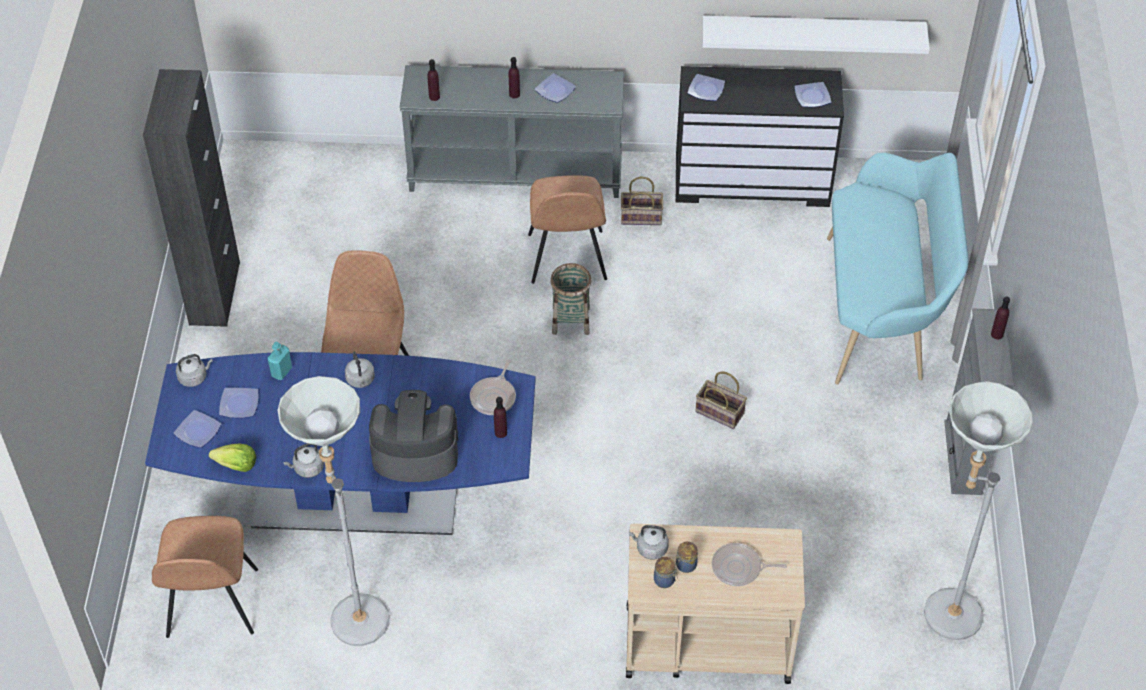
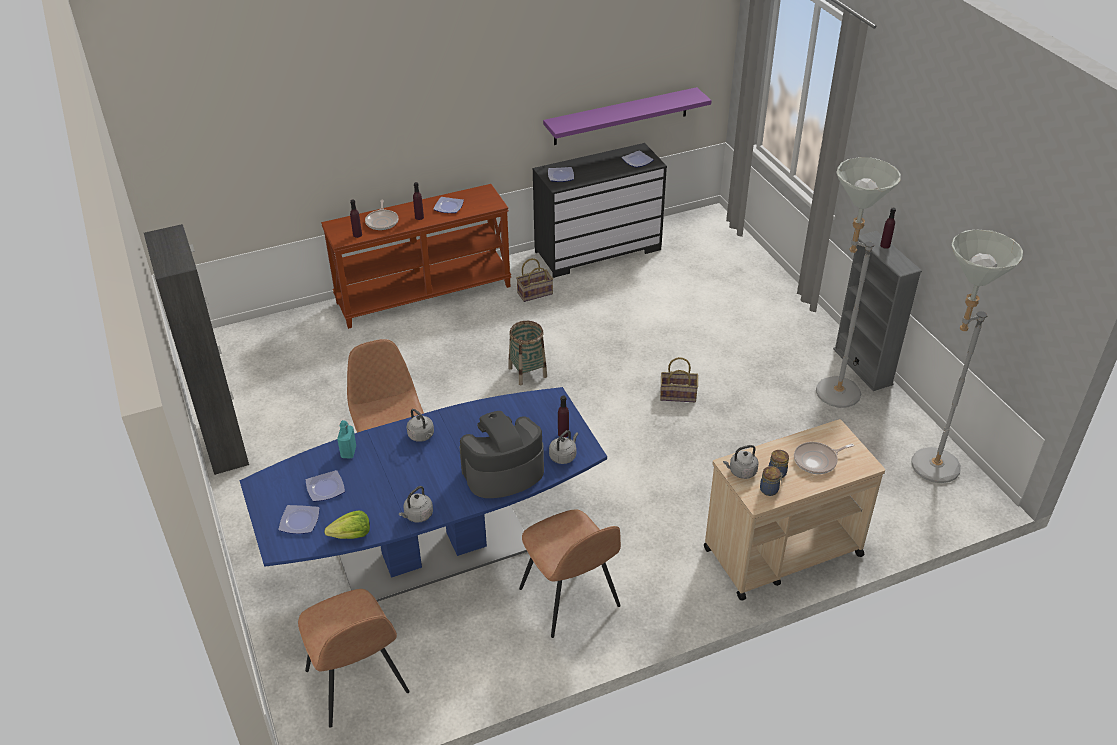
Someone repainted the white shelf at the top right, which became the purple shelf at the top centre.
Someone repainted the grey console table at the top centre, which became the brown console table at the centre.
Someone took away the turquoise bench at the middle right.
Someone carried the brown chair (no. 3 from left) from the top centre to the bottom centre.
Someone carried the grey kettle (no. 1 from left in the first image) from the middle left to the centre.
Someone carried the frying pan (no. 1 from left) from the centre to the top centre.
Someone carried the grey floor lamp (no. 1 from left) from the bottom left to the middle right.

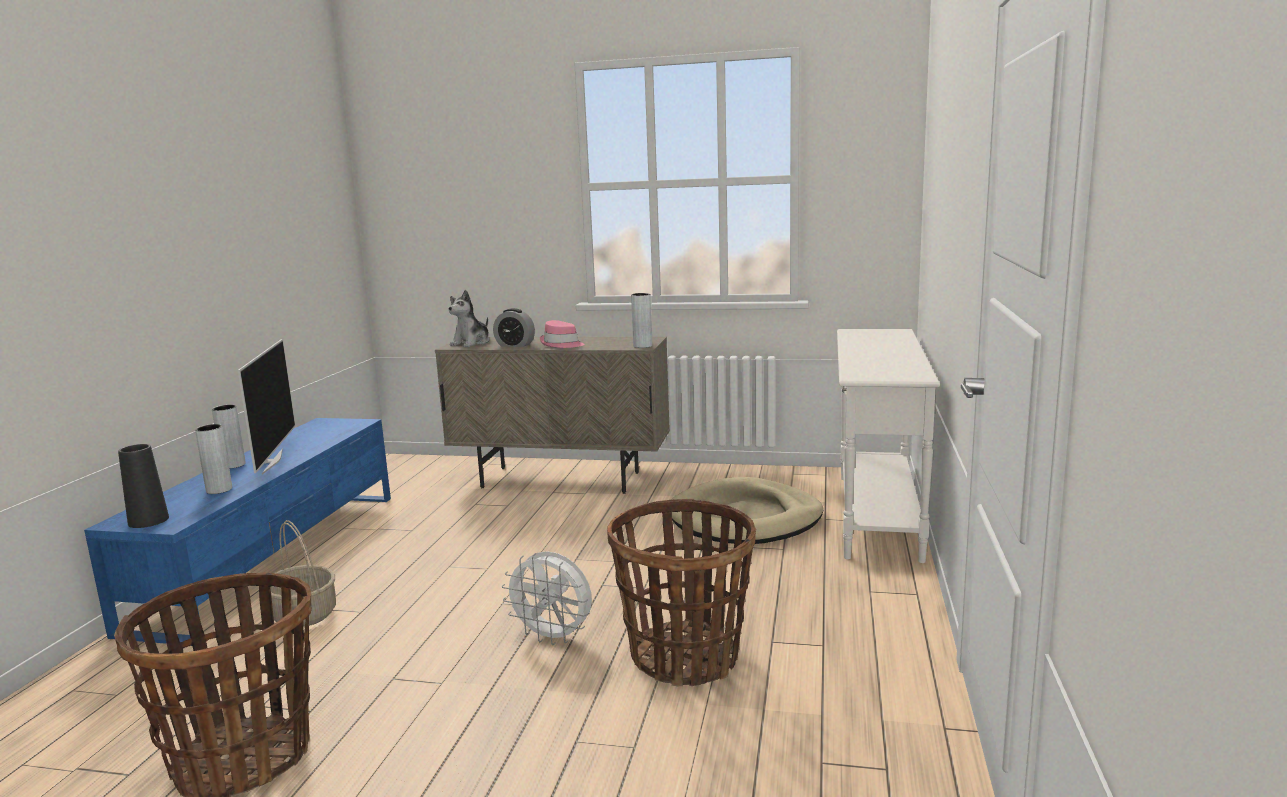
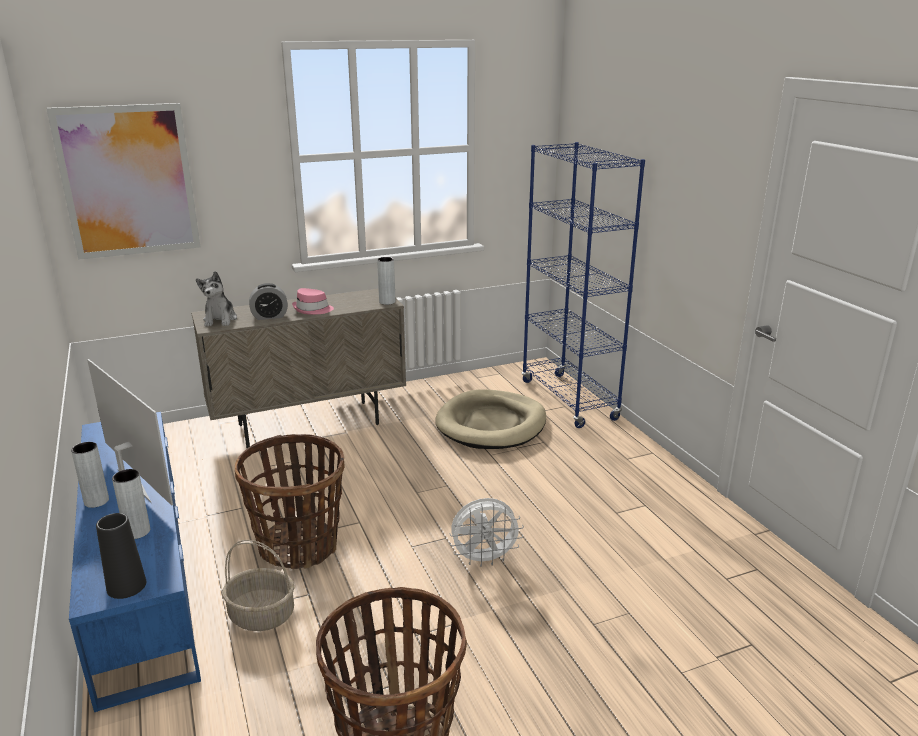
Someone swapped the white console table at the middle right for the blue bookcase at the centre.
Someone carried the basket (no. 3 from left in the first image) from the bottom centre to the bottom left.
Someone put up the picture at the top left.

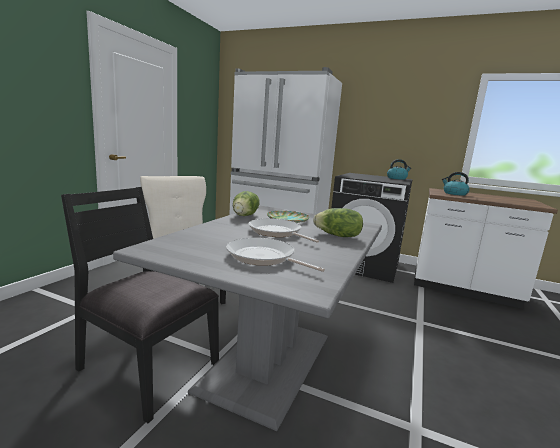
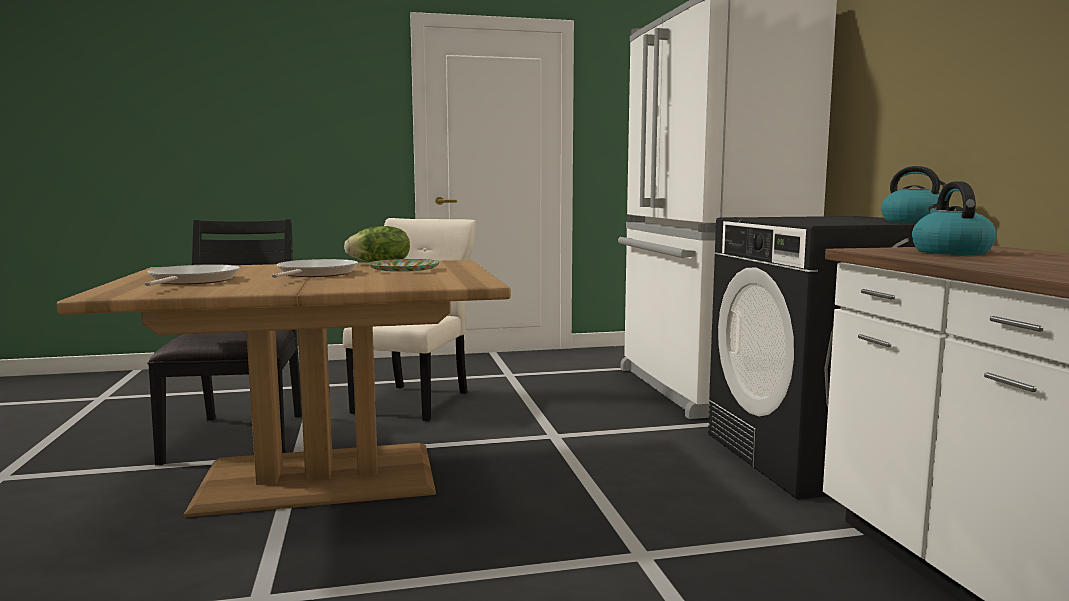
Someone repainted the grey dining table at the bottom centre, which became the brown dining table at the middle left.
Someone took away the lettuce (no. 2 from left) at the centre.

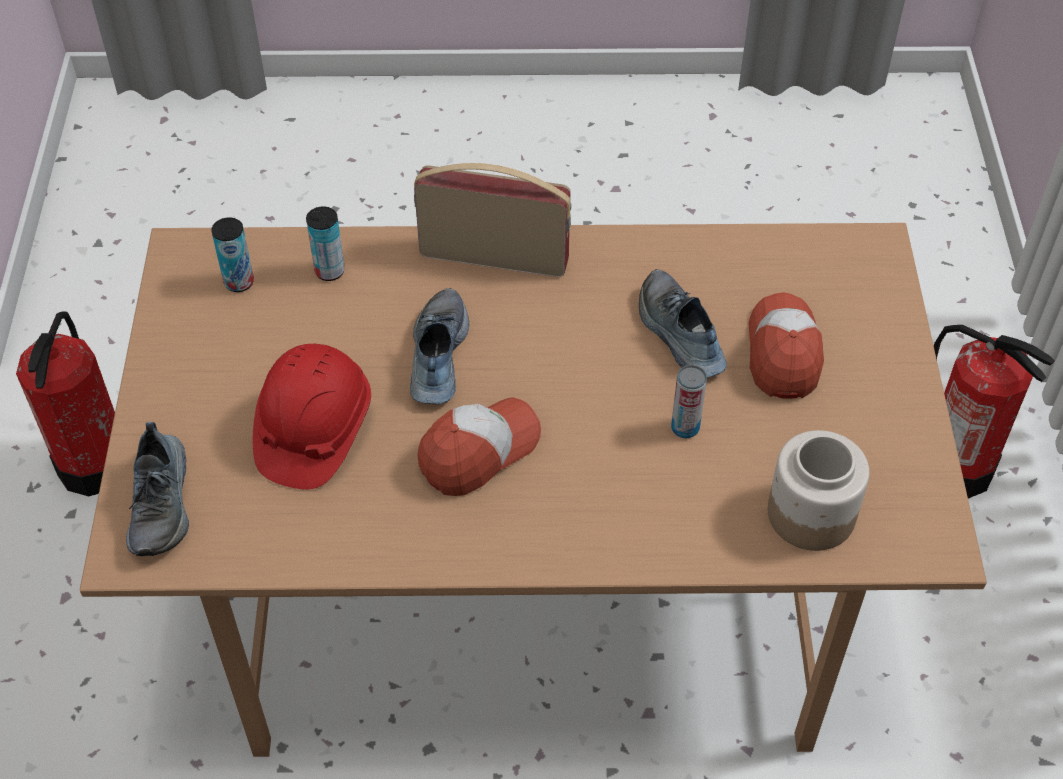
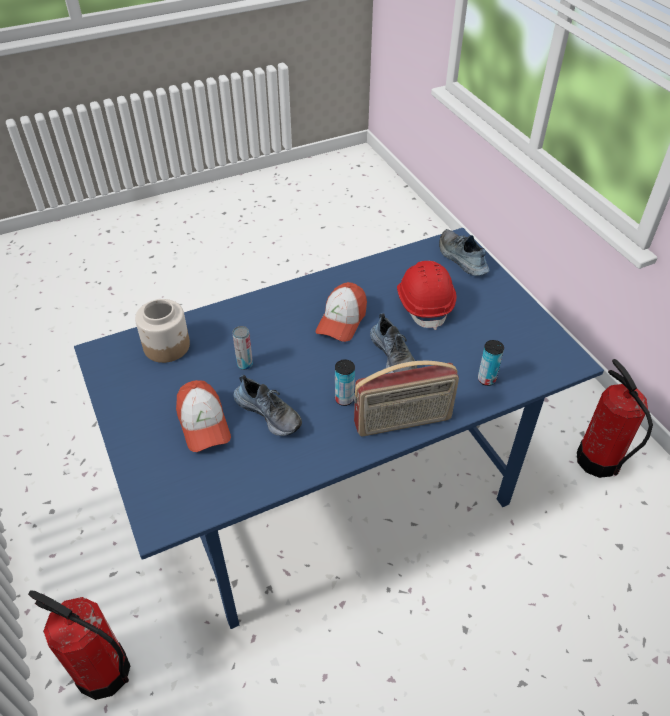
Someone carried the can (no. 1 from left in the first image) from the top left to the centre.
Someone repainted the brown dining table at the centre, which became the blue dining table at the centre.

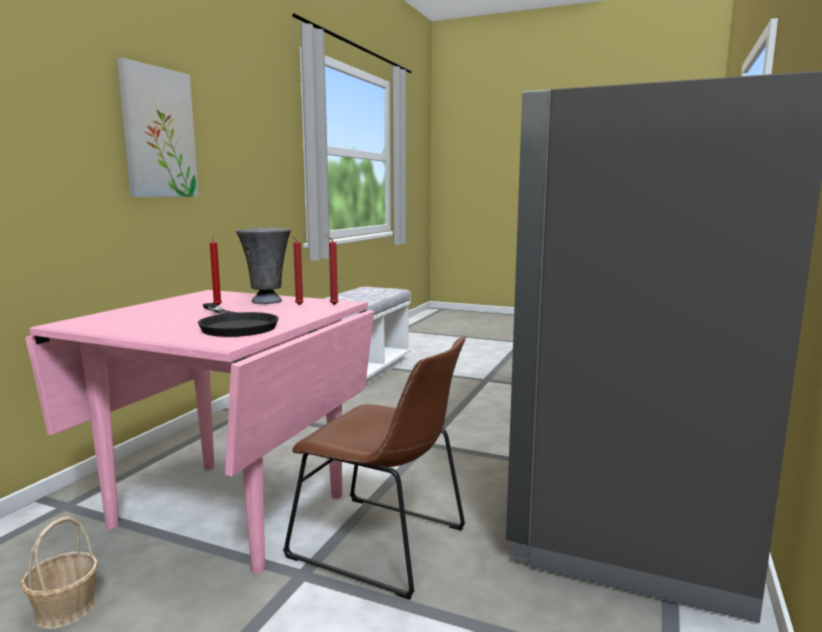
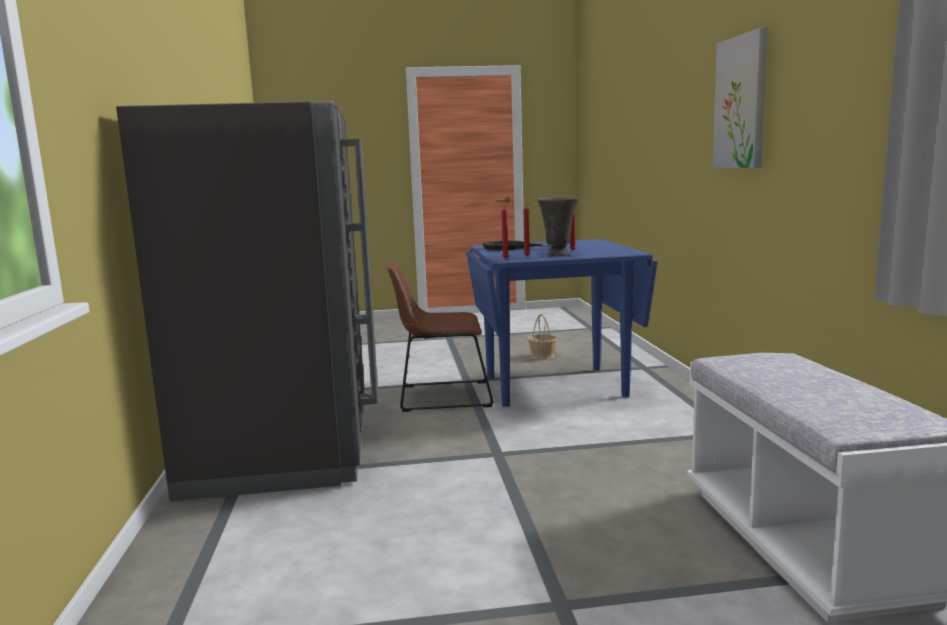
Someone repainted the pink dining table at the bottom left, which became the blue dining table at the centre.

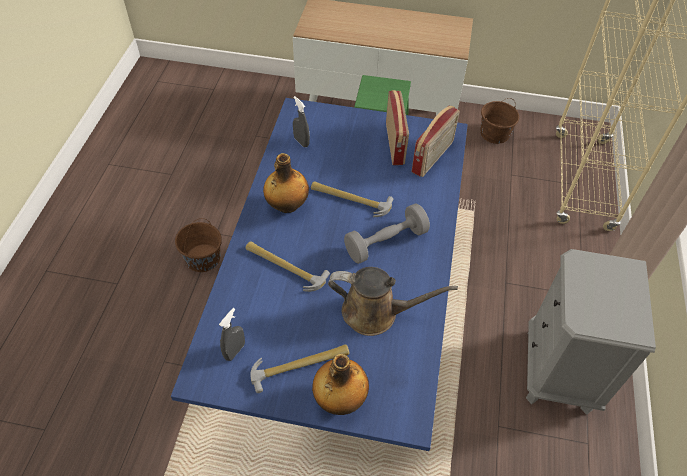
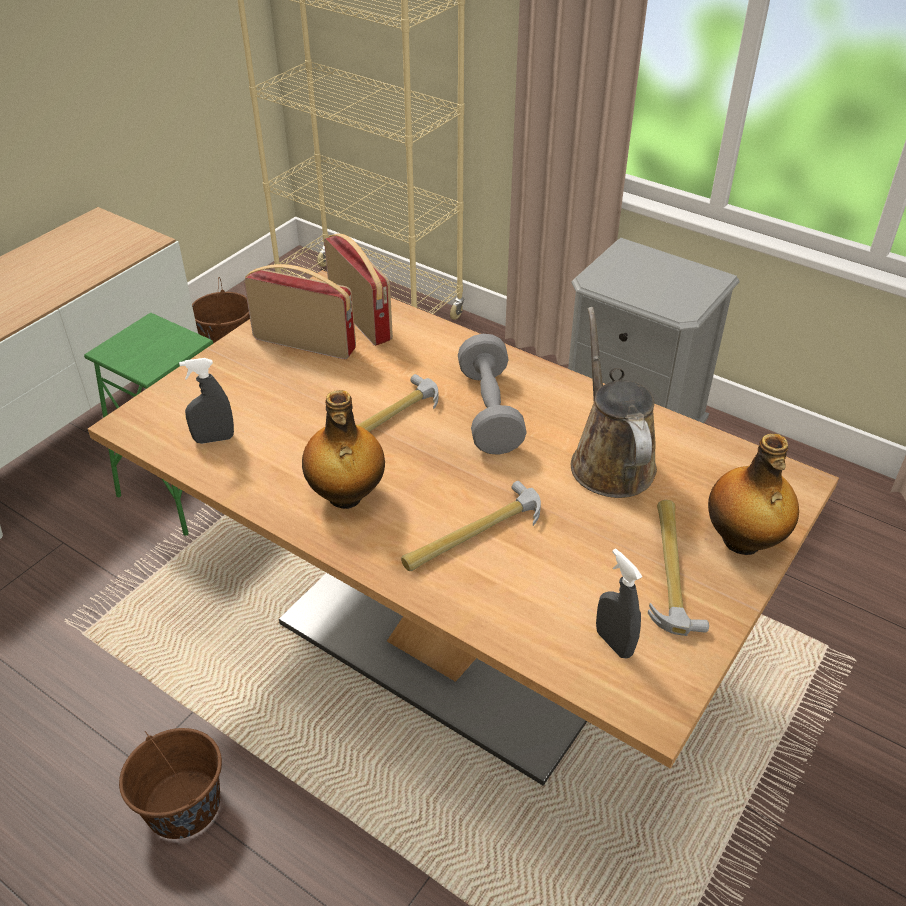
Someone repainted the blue dining table at the centre, which became the brown dining table at the centre.
Someone rotated the brown watering can at the centre by 45 degrees counterclockwise.

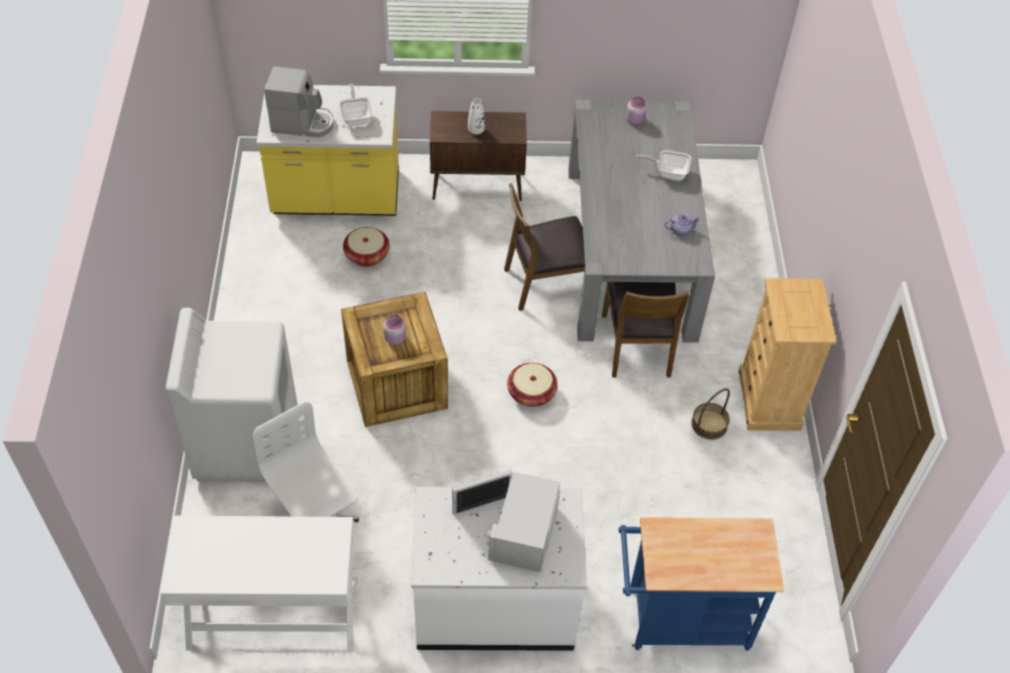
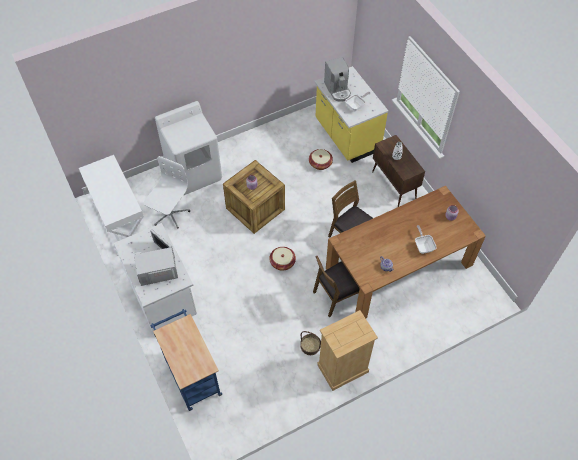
Someone repainted the grey dining table at the top centre, which became the brown dining table at the middle right.

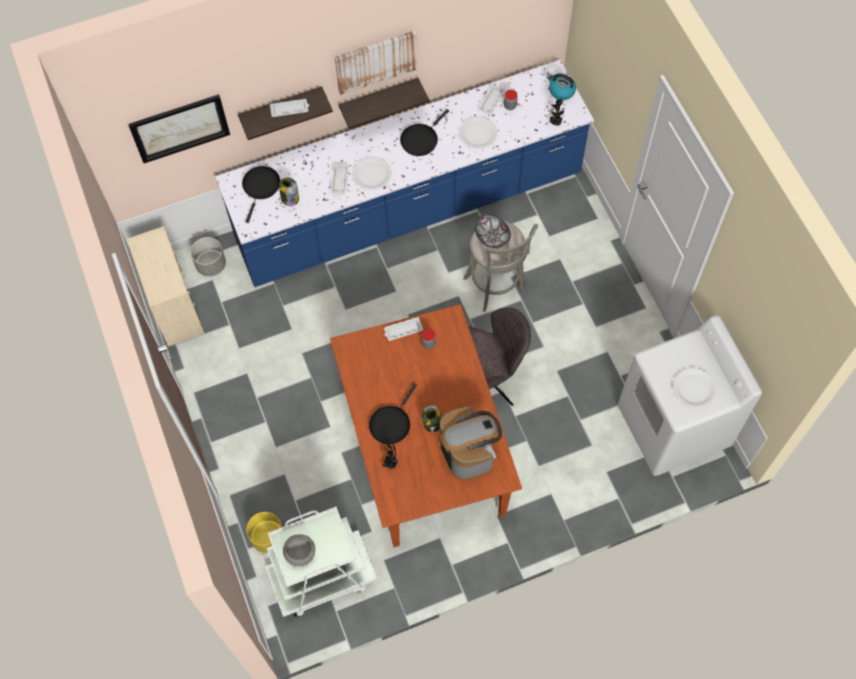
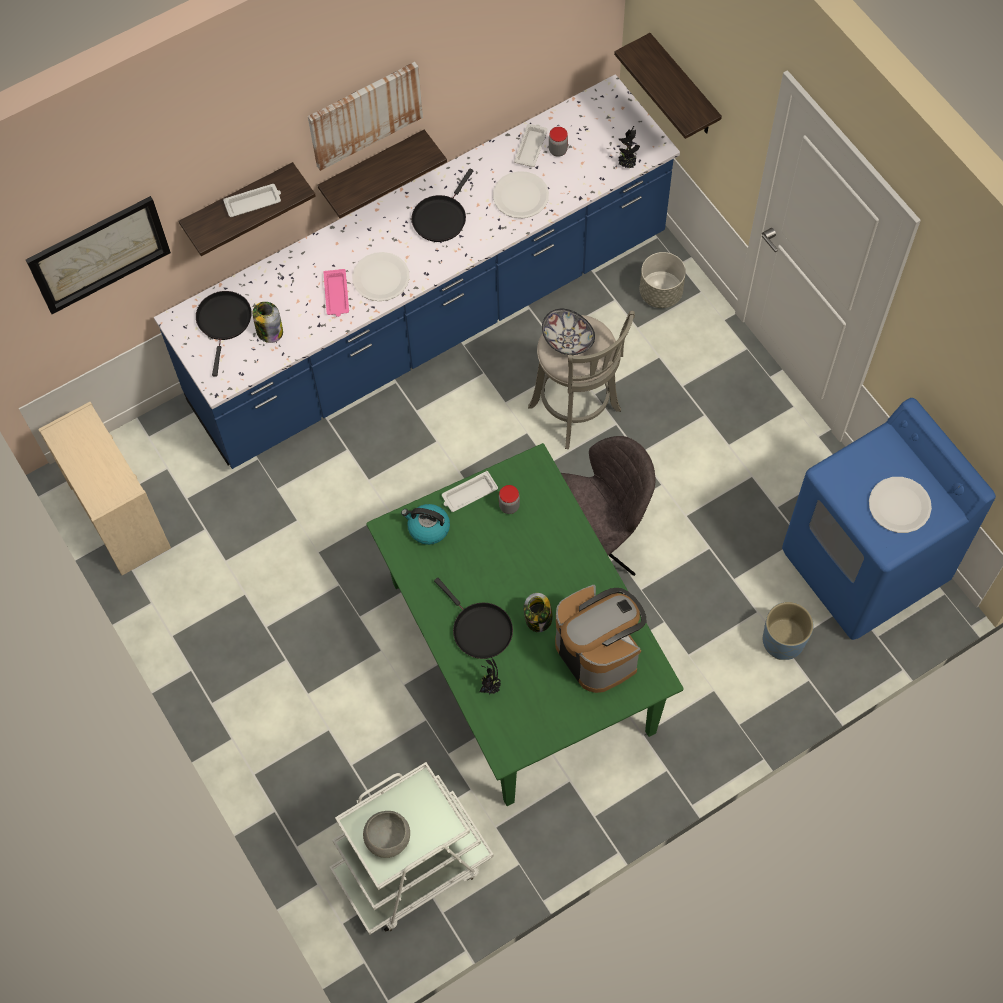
Someone carried the kettle from the top centre to the centre.
Someone repainted the white tray (no. 2 from left) at the top centre, which became the pink tray at the top centre.
Someone carried the grey planter from the middle left to the top centre.
Someone repainted the brown dining table at the centre, which became the green dining table at the centre.
Someone repainted the white washing machine at the middle right, which became the blue washing machine at the middle right.
Someone rotated the black frying pan (no. 2 from left in the first image) at the centre by 60 degrees counterclockwise.
Someone took away the yellow planter at the bottom left.
Someone put up the shelf (no. 3 from left) at the top centre.
Someone put down the blue planter at the middle right.

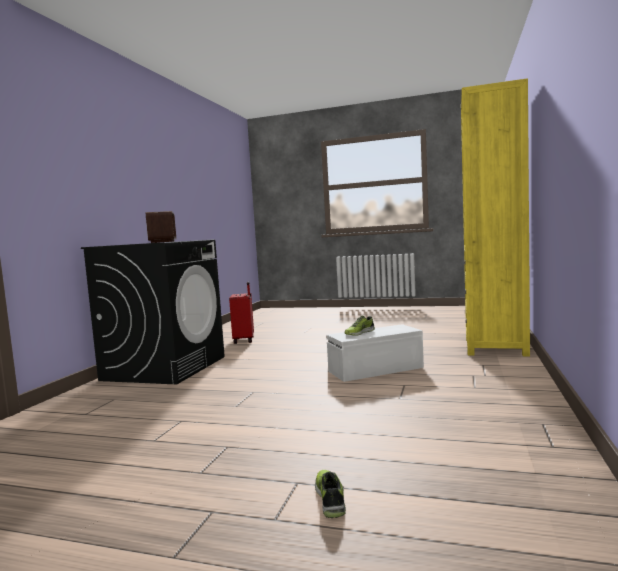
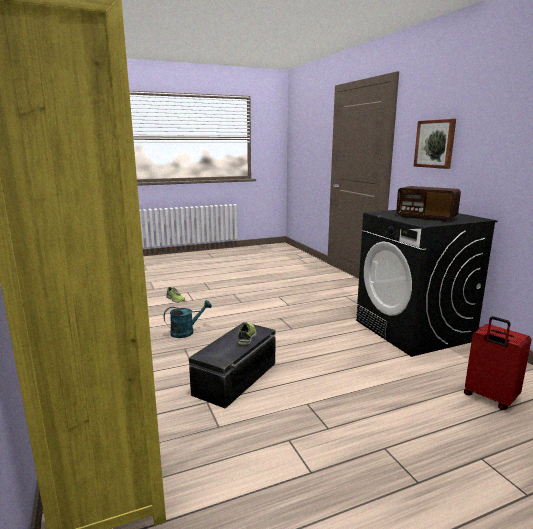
Someone repainted the white storage box at the centre, which became the black storage box at the bottom centre.
Someone put up the picture at the top right.
Someone put down the turquoise watering can at the centre.

